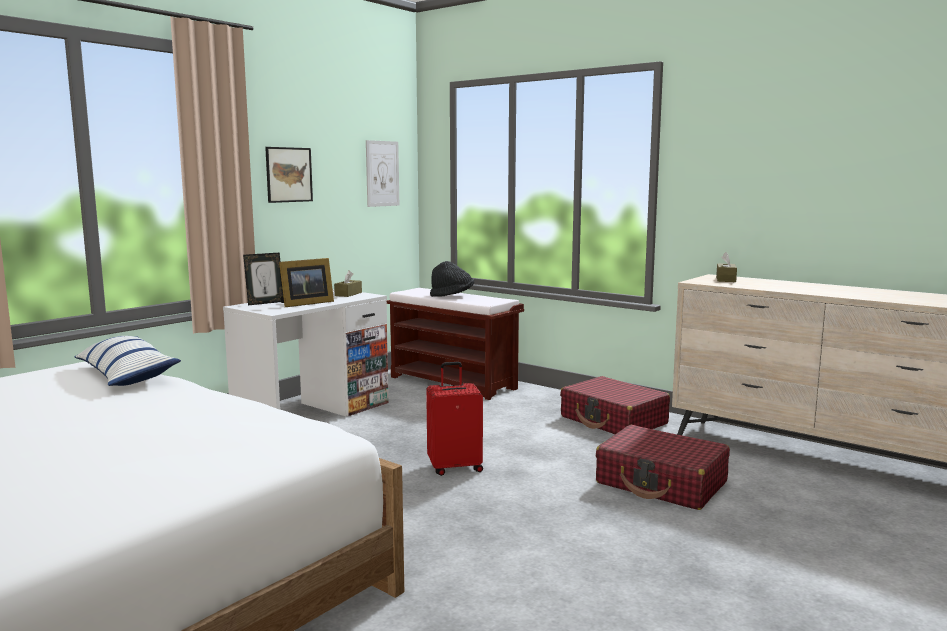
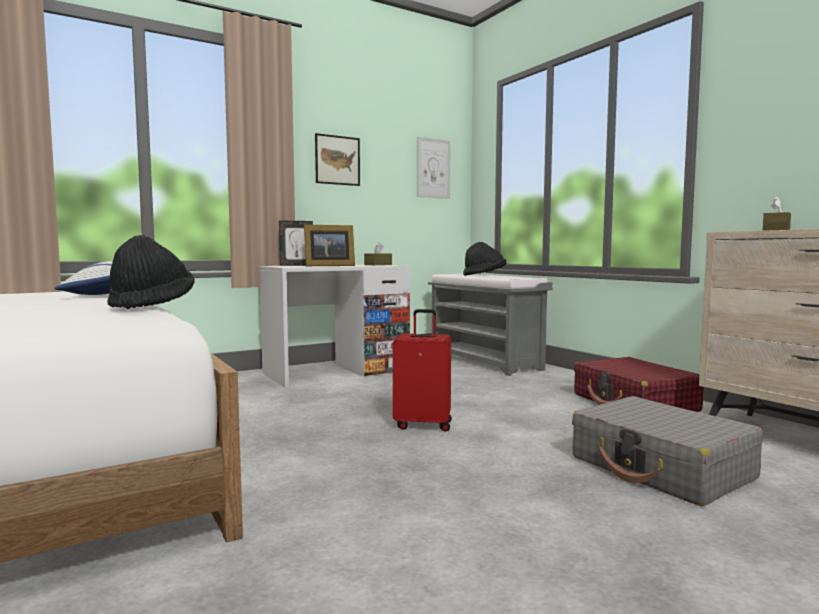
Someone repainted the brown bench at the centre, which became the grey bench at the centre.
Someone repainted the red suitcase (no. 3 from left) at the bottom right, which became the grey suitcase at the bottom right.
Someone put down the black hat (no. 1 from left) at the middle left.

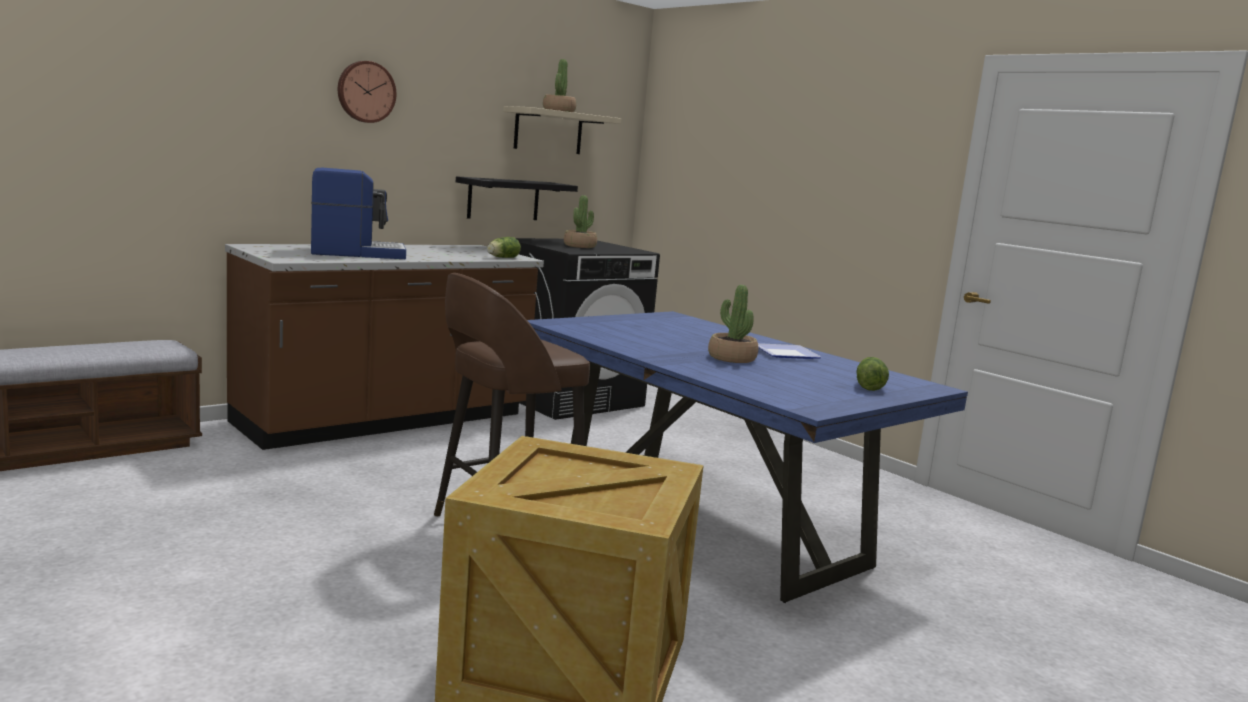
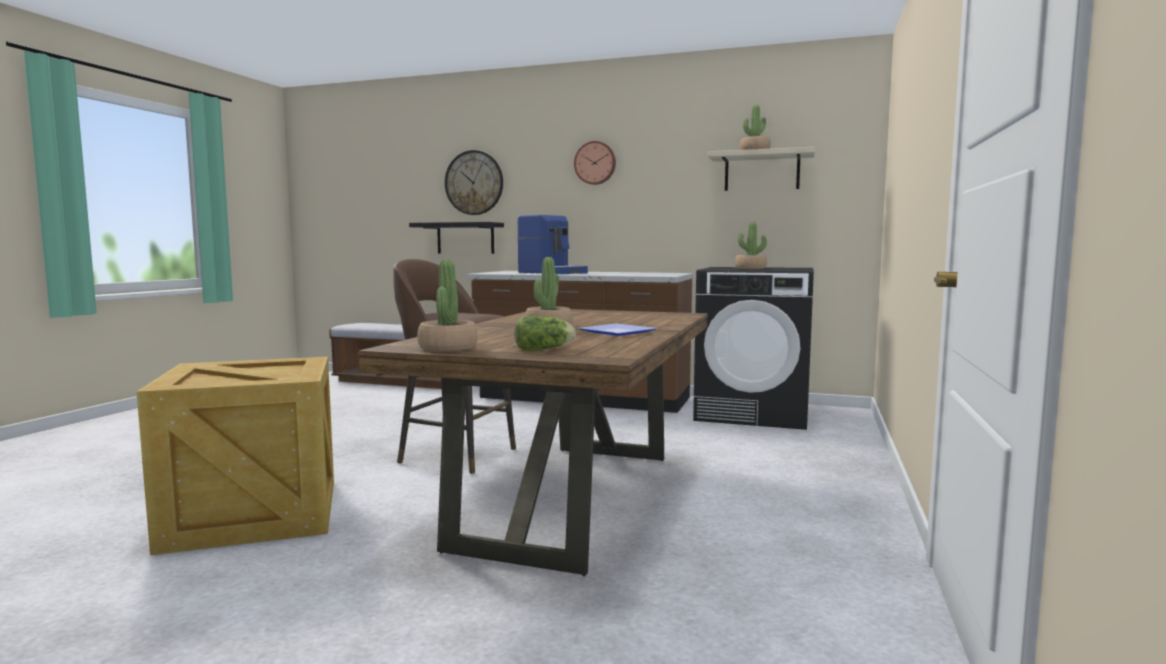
Someone carried the black shelf from the top centre to the centre.
Someone took away the lettuce (no. 1 from left) at the centre.
Someone repainted the blue dining table at the centre, which became the brown dining table at the centre.
Someone put up the wall clock (no. 1 from left) at the top centre.
Someone put down the potted plant (no. 1 from left) at the centre.

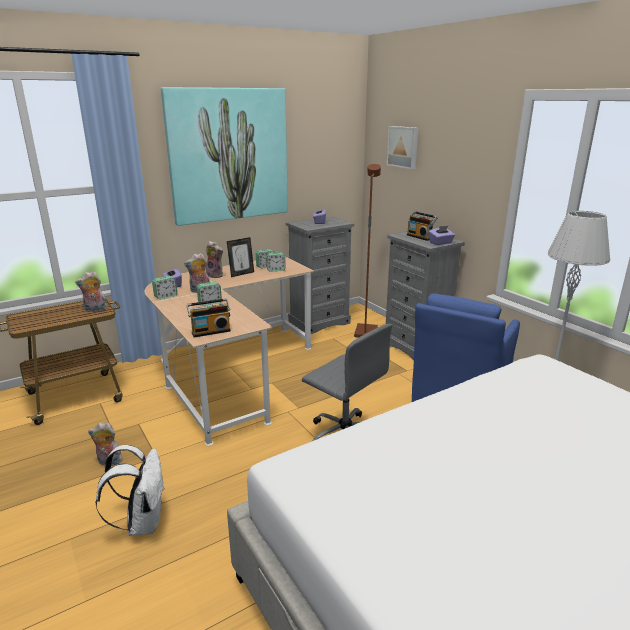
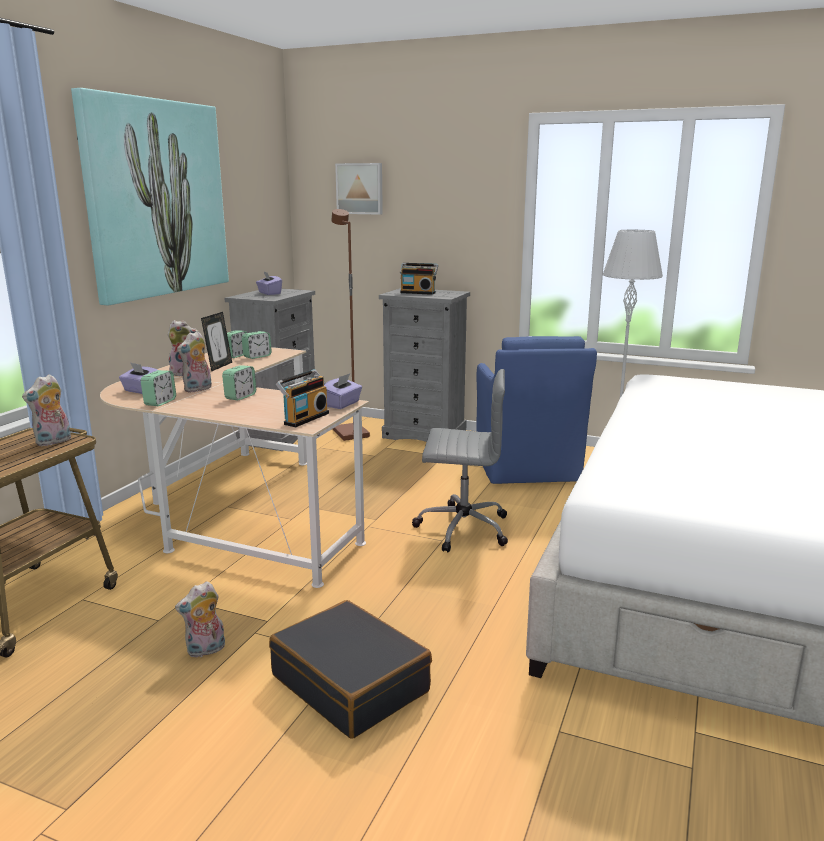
Someone carried the purple tissue box (no. 3 from left) from the middle right to the centre.
Someone swapped the white backpack at the bottom left for the black suitcase at the bottom centre.

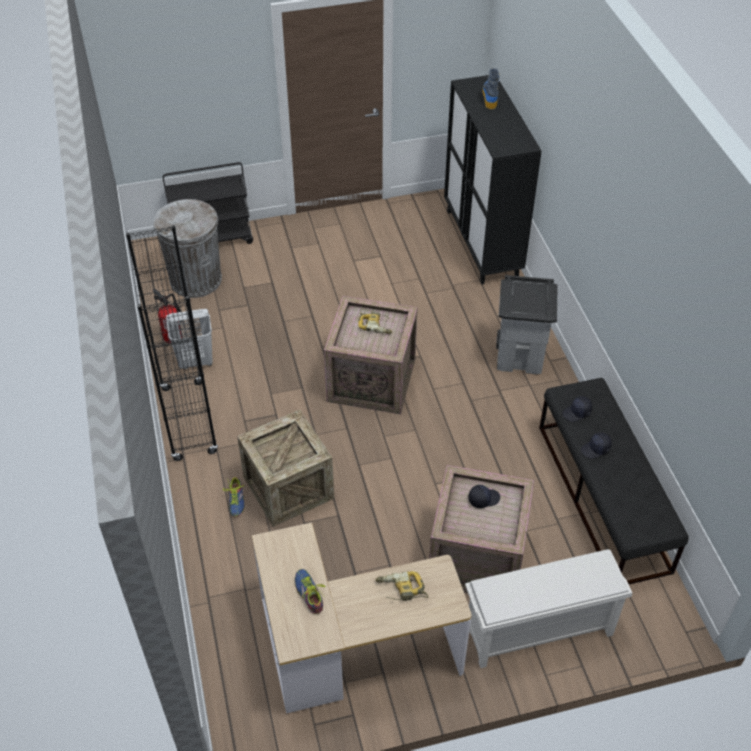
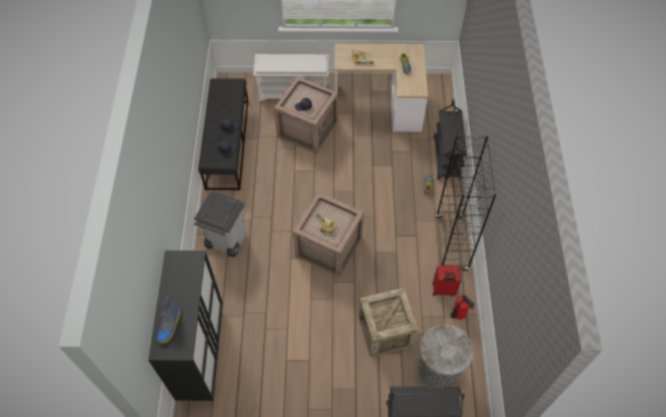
Someone swapped the white laundry basket at the middle left for the red suitcase at the bottom right.
Someone carried the crate (no. 1 from left in the first image) from the centre to the bottom centre.
Someone put down the black cart (no. 2 from left) at the middle right.

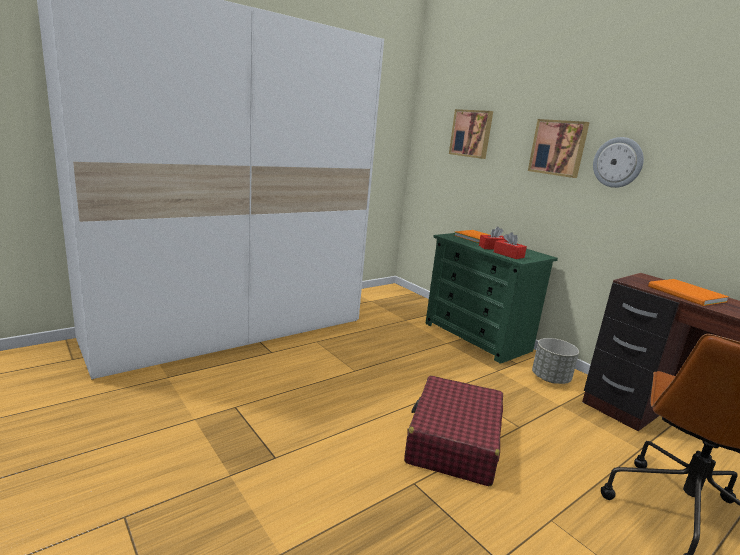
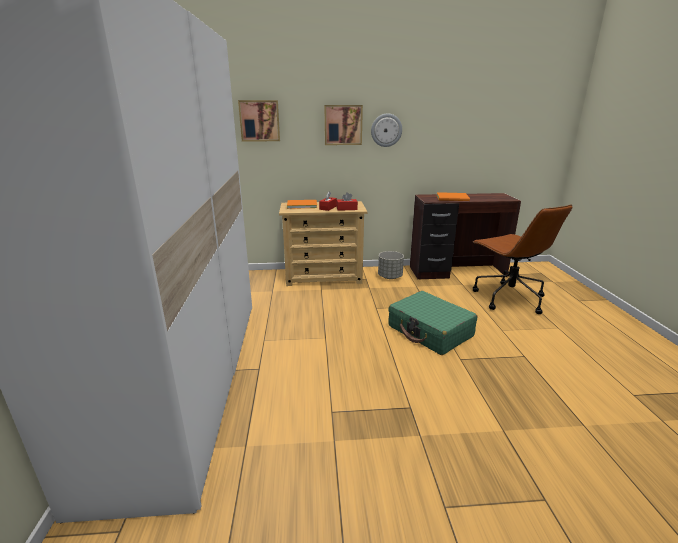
Someone repainted the green dresser at the centre, which became the beige dresser at the centre.
Someone repainted the red suitcase at the bottom centre, which became the green suitcase at the centre.

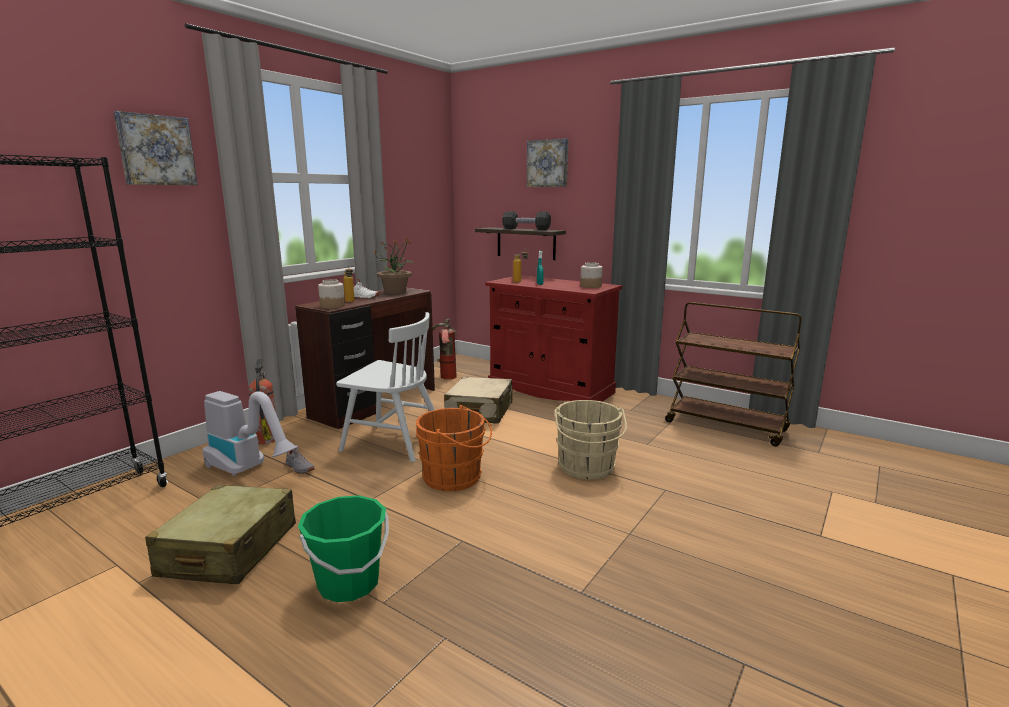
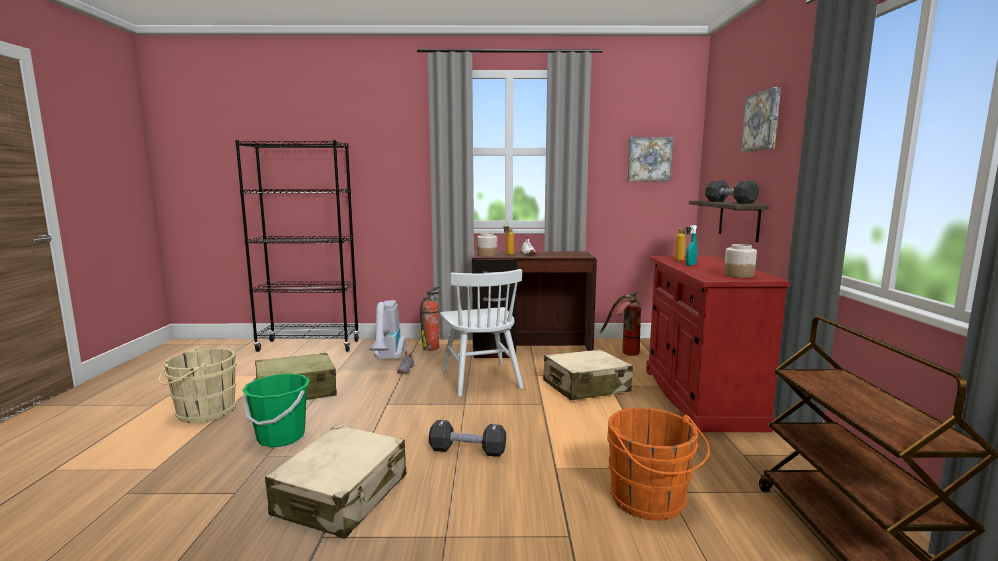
Someone carried the picture (no. 1 from left) from the top left to the top centre.
Someone took away the potted plant at the centre.
Someone carried the beige bucket from the centre to the bottom left.
Someone carried the orange bucket from the centre to the bottom centre.
Someone put down the black dumbbell (no. 1 from left) at the bottom centre.
Someone put down the beige suitcase (no. 2 from left) at the bottom centre.

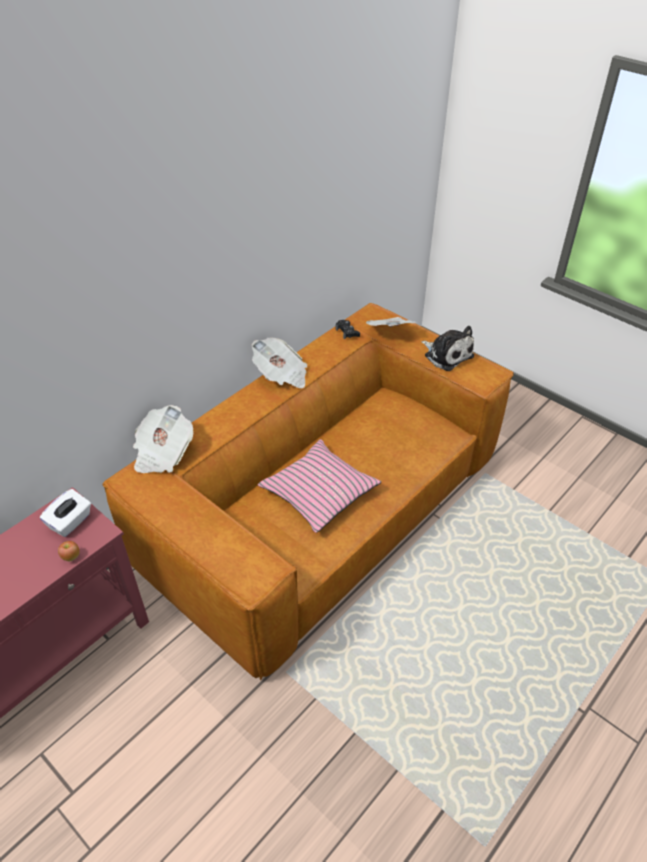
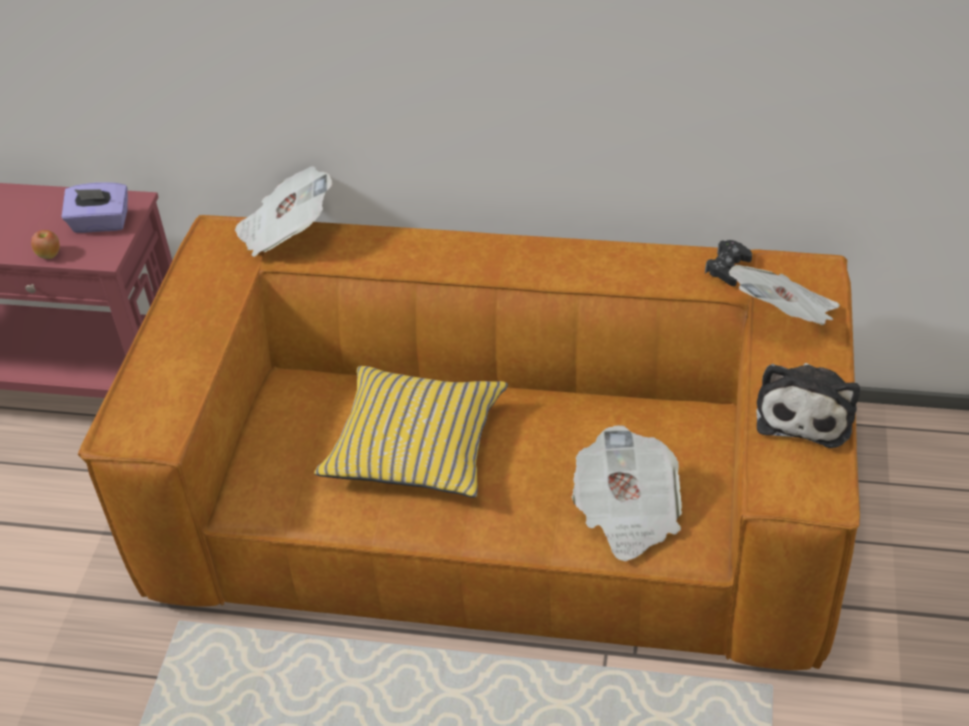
Someone carried the newspaper (no. 2 from left) from the centre to the bottom centre.
Someone repainted the pink pillow at the centre, which became the yellow pillow at the centre.
Someone repainted the white tissue box at the middle left, which became the purple tissue box at the top left.

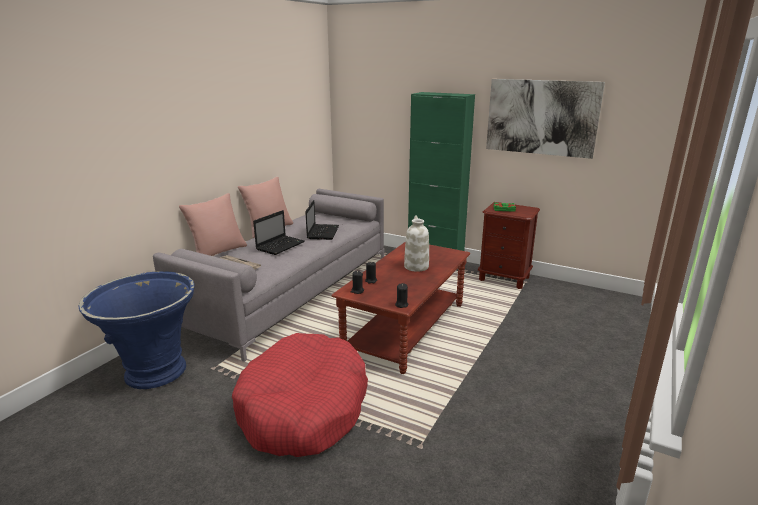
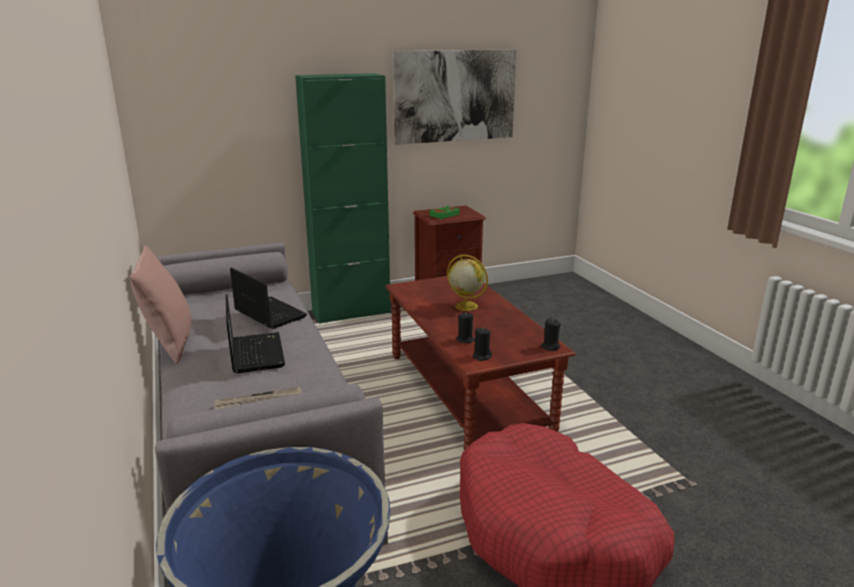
Someone took away the pink pillow (no. 1 from left) at the middle left.
Someone swapped the white vase at the centre for the globe at the centre.

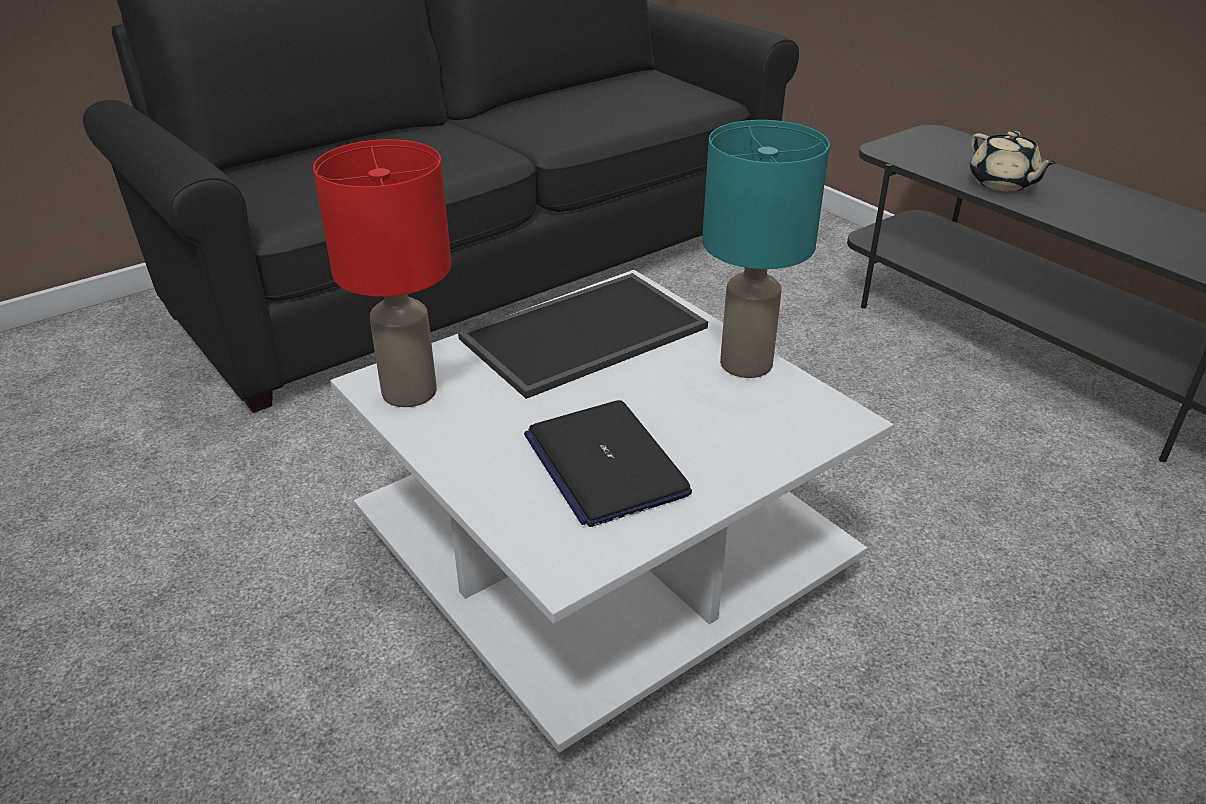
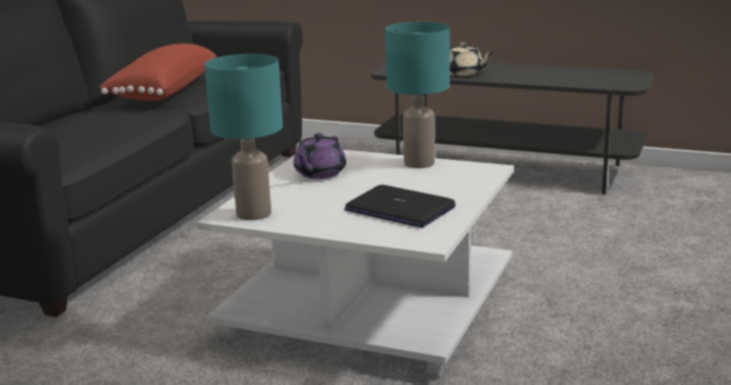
Someone repainted the red table lamp at the middle left, which became the turquoise table lamp (no. 1 from left) at the centre.
Someone swapped the tray at the centre for the purple teapot at the centre.
Someone put down the red pillow at the top left.

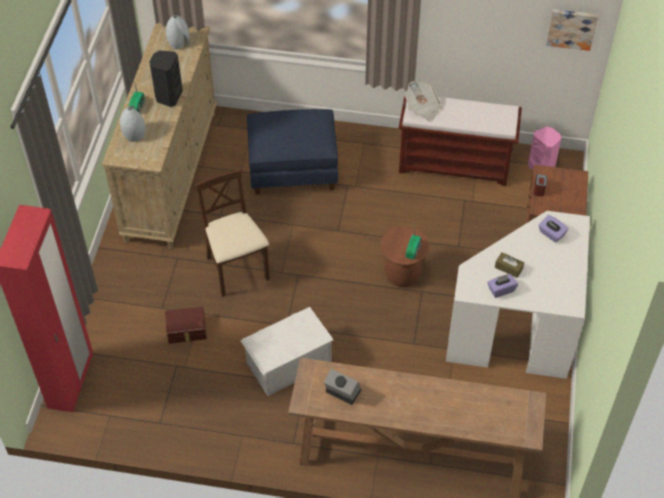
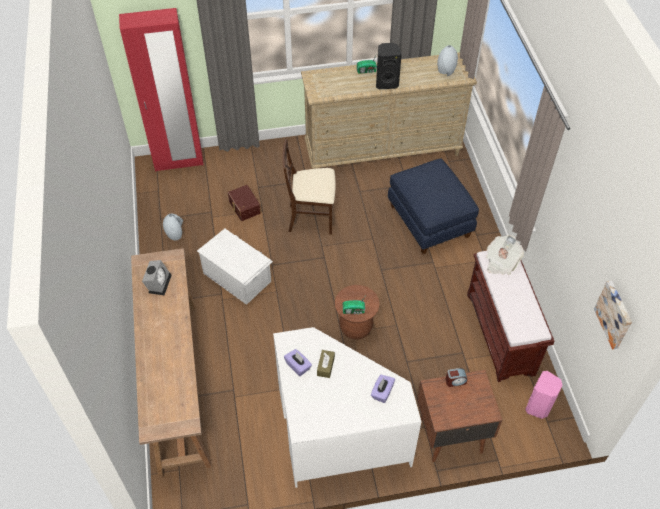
Someone carried the grey vase (no. 1 from left) from the top left to the middle left.
Someone rotated the beige chair at the centre by 135 degrees counterclockwise.

